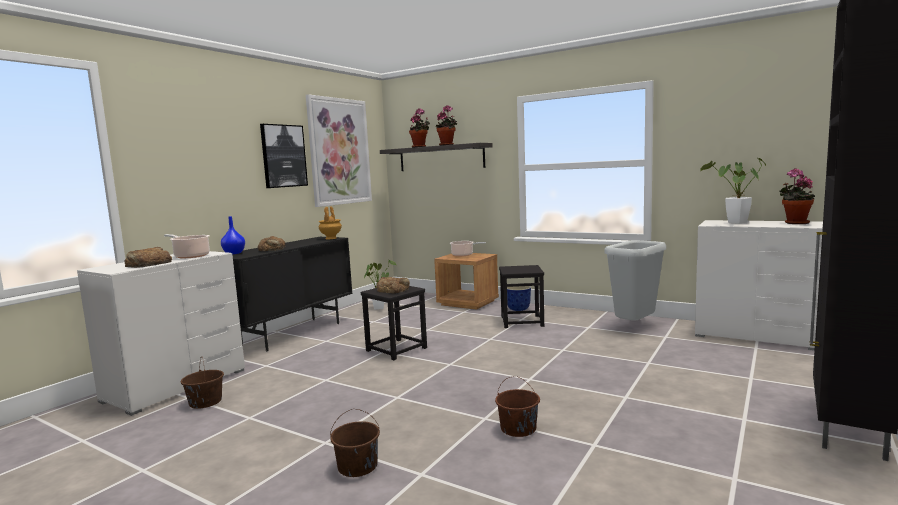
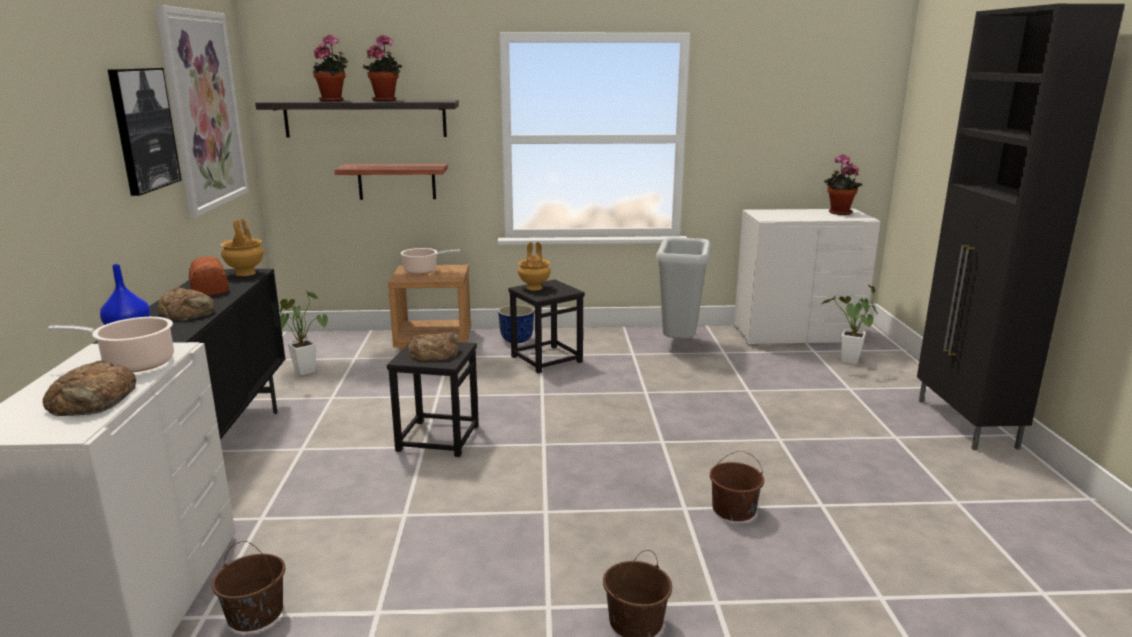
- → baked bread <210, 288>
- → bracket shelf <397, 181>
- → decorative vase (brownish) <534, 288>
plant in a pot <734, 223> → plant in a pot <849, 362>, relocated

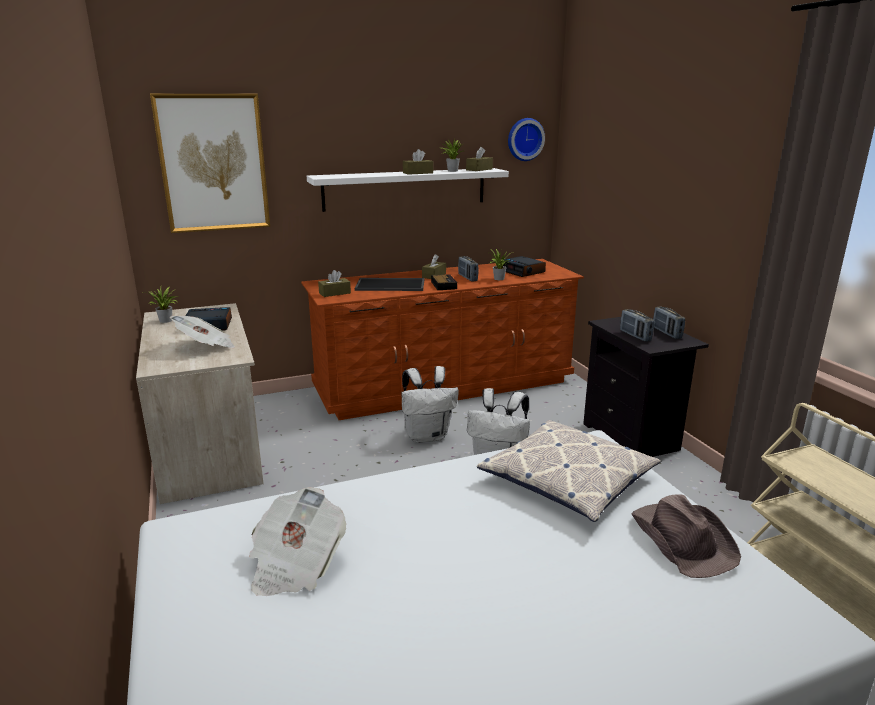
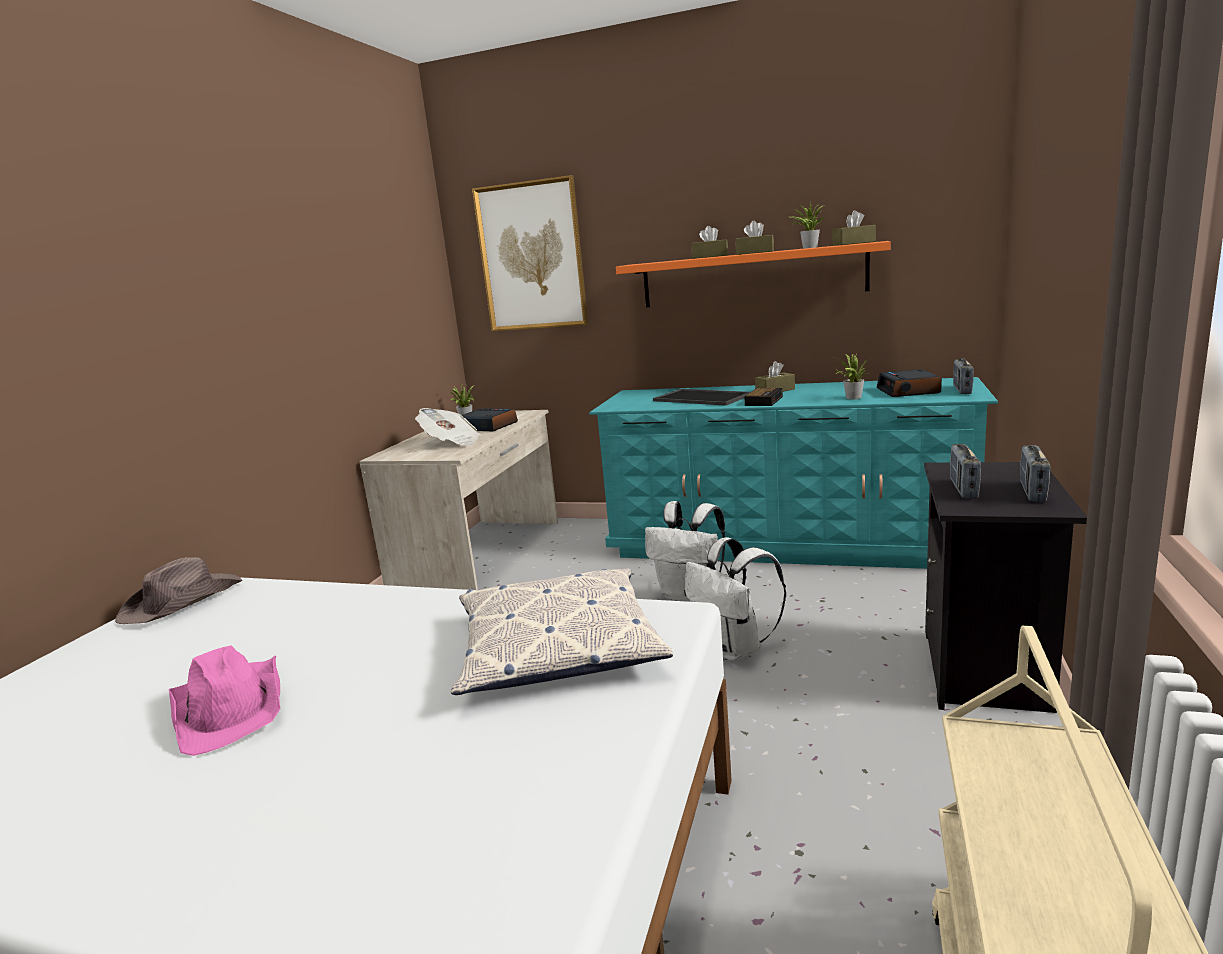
daily paper <295, 564> → -
clock on the wall <524, 139> → -
- → wearable hat (pink) <231, 706>
tissue holder (brownish) <334, 293> → tissue holder (brownish) <710, 257>, relocated
radio <467, 278> → radio <962, 390>, relocated
wearable hat (brownish) <682, 539> → wearable hat (brownish) <183, 601>, relocated
dresser (brownish) <444, 385> → dresser (blue-green) <786, 543>
bracket shelf (whitish) <405, 189> → bracket shelf (orange-coloured) <751, 276>

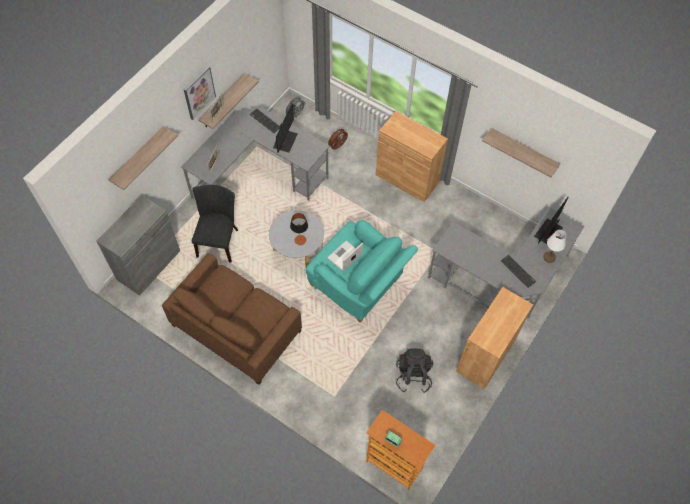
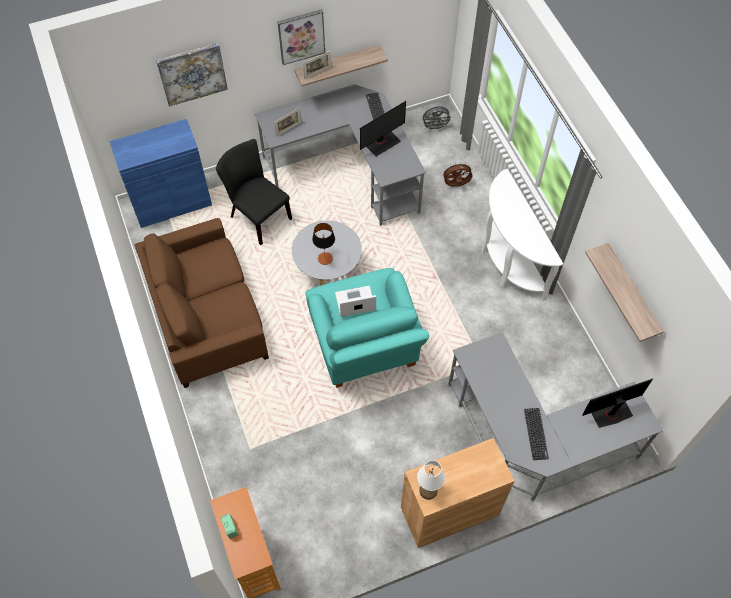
knapsack (blackish) <413, 375> → -
lamp for a table (whitish) <549, 257> → lamp for a table (whitish) <428, 490>, relocated
bracket shelf <138, 158> → wall art <192, 74>
cabinet (brownish) <407, 178> → narrow table (whitish) <508, 261>
cabinet (grey) <148, 265> → cabinet (blue-coloured) <172, 202>
upright chair (blackish) <219, 240> → upright chair (blackish) <257, 216>, 90 degrees counterclockwise

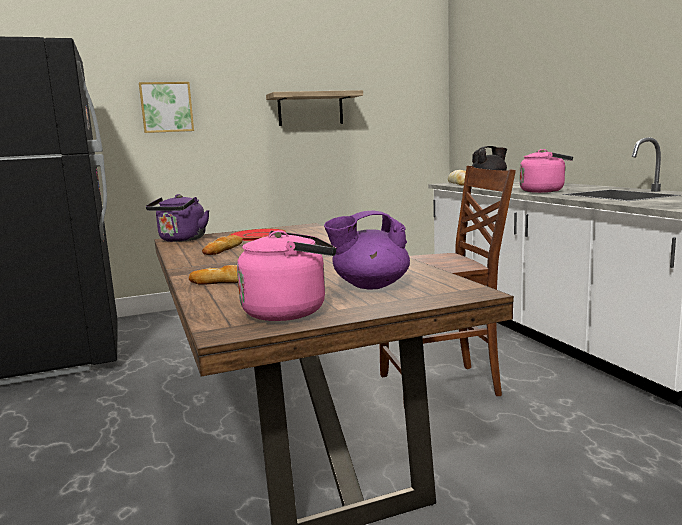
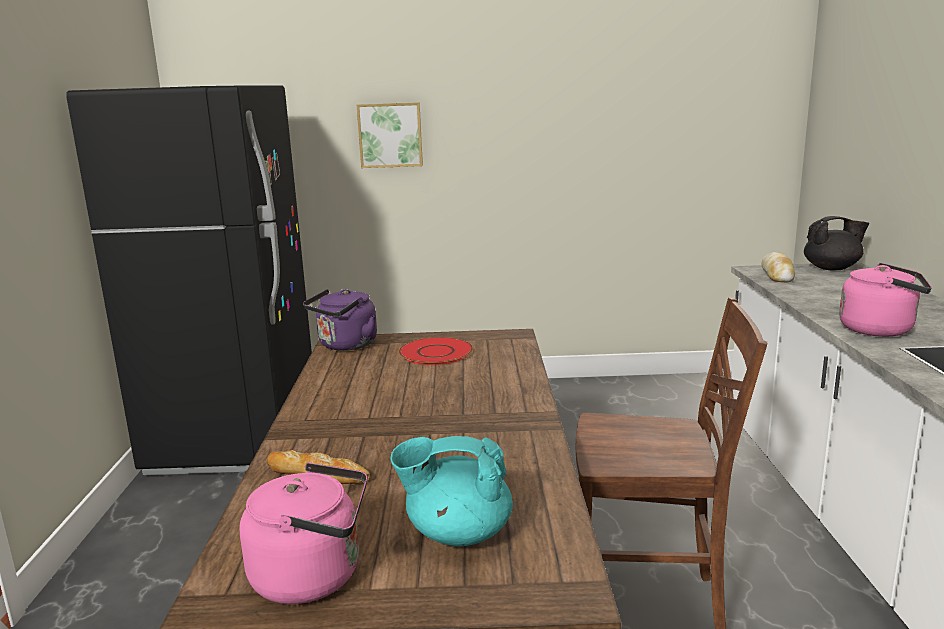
baked bread <224, 249> → -
bracket shelf <310, 109> → -
pot for tea (purplish) <370, 286> → pot for tea (blue-green) <457, 533>

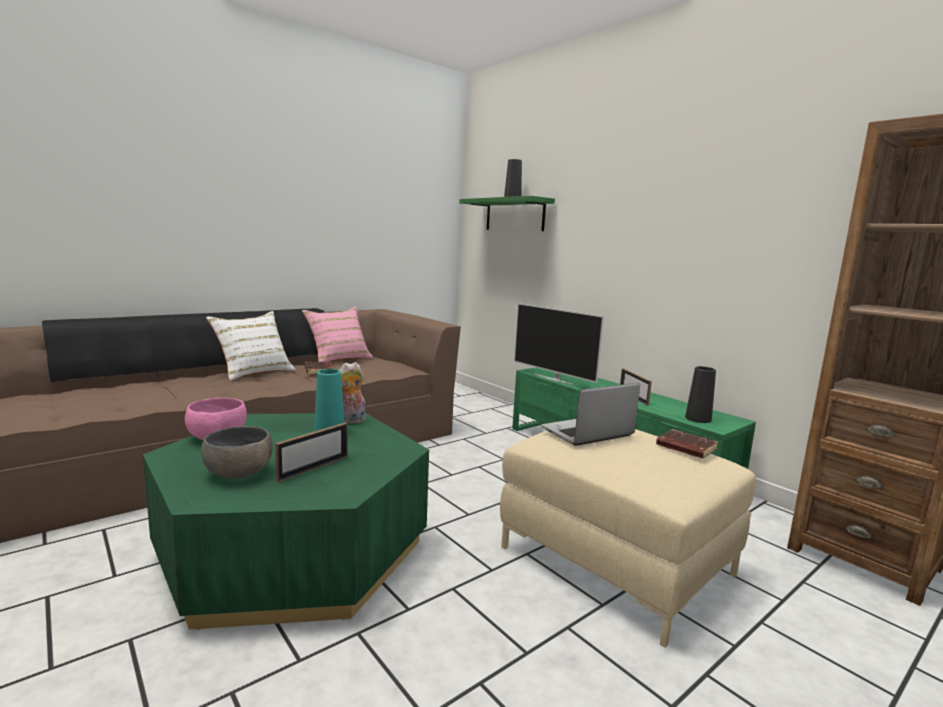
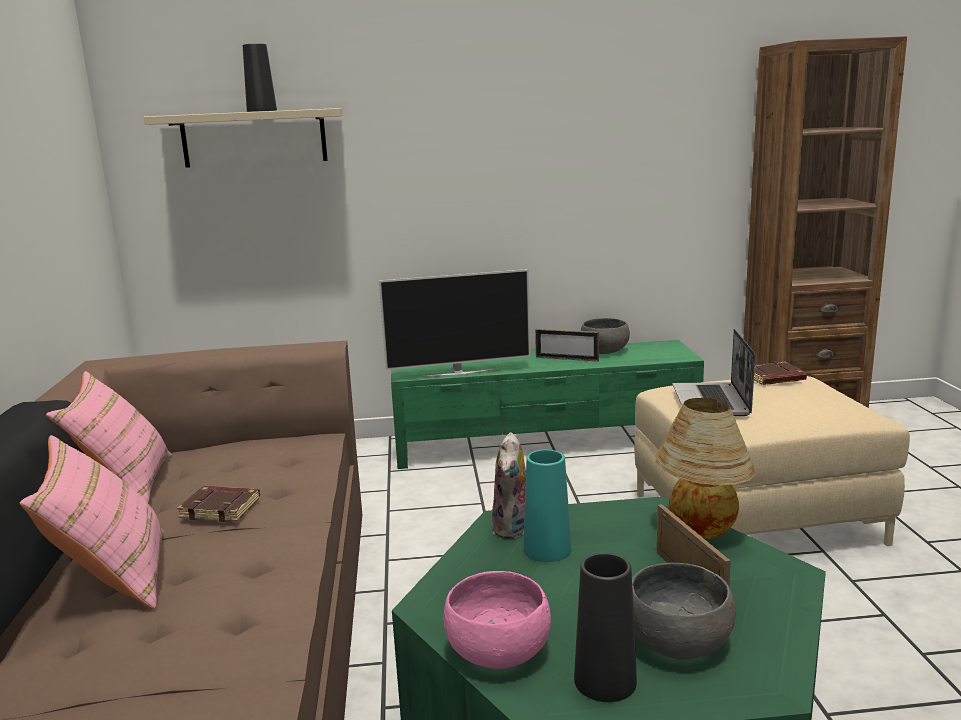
- → deep dish (grey) <605, 351>
- → lamp for a table <700, 533>
decorative vase (blackish) <698, 419> → decorative vase (blackish) <605, 681>, relocated
throw pillow (whitish) <254, 372> → throw pillow (pink) <113, 578>
bracket shelf (green) <514, 215> → bracket shelf (sand-coloured) <254, 138>

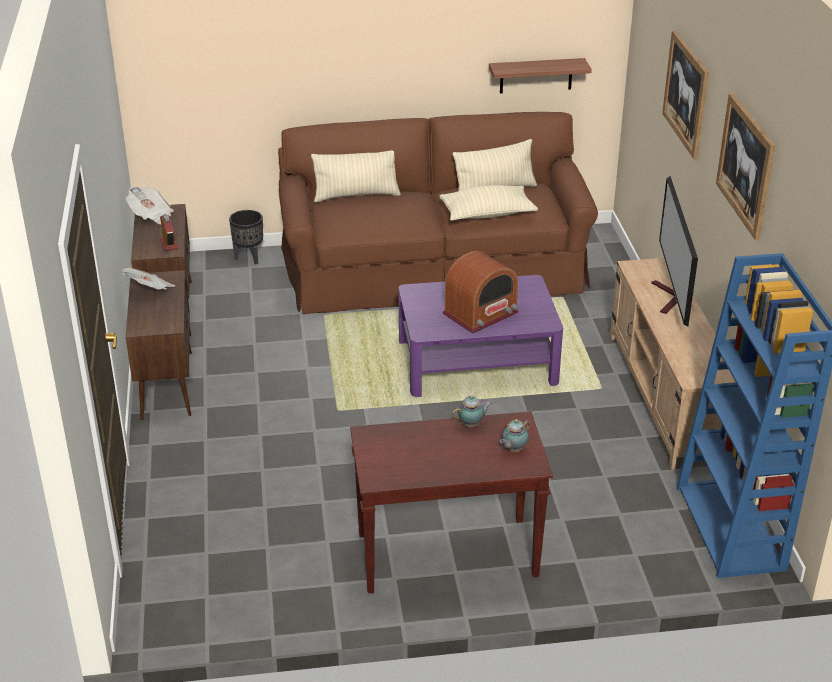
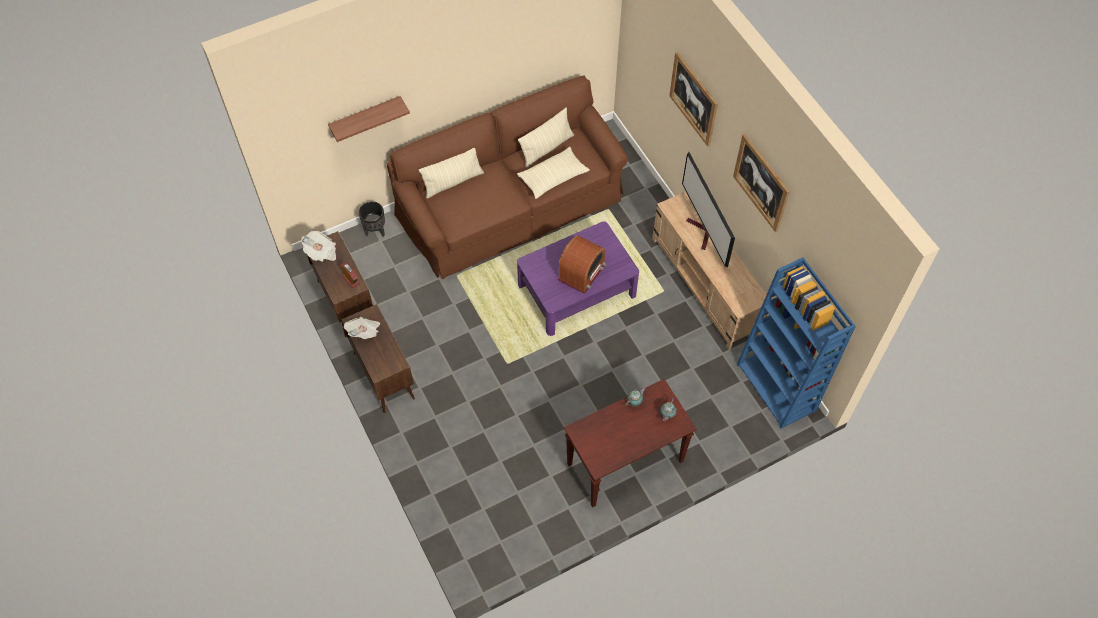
bracket shelf <536, 75> → bracket shelf <366, 118>, relocated

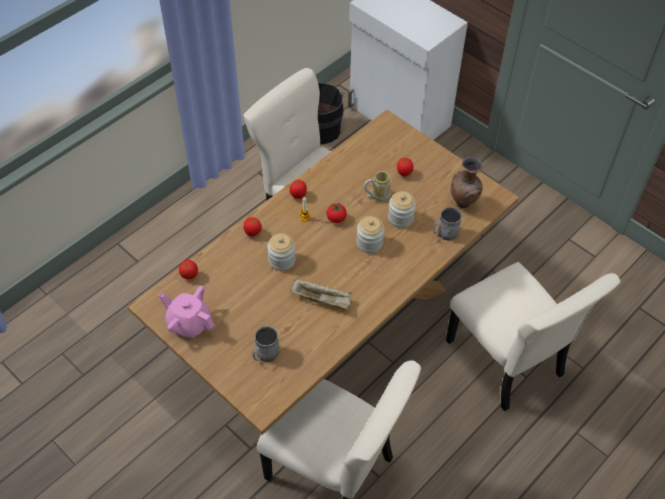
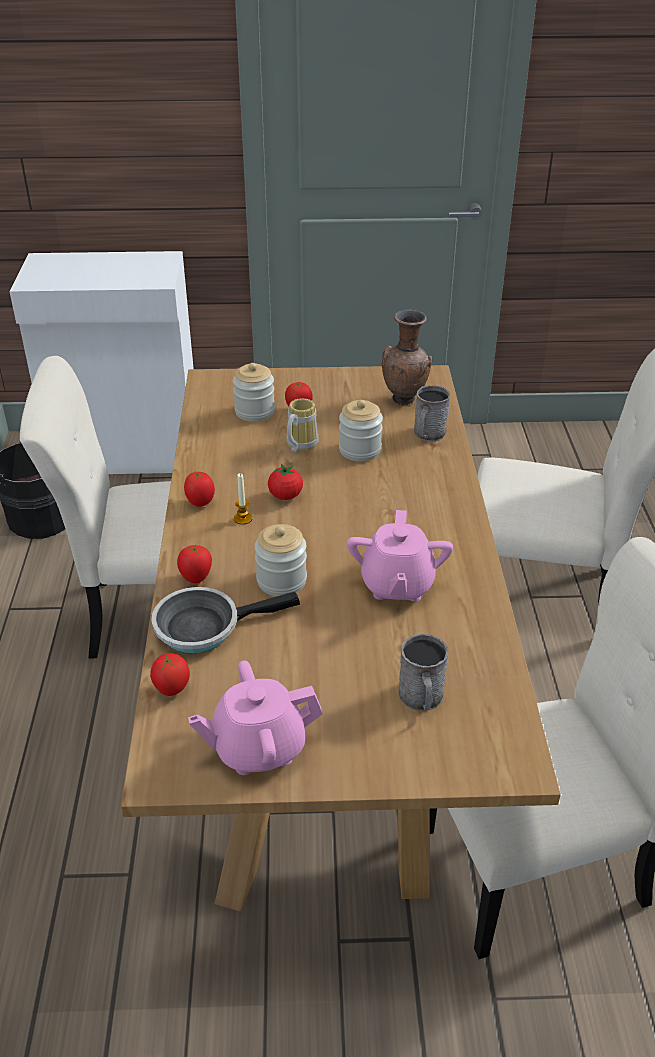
- → pan <204, 627>
storage jar <369, 243> → storage jar <255, 411>, relocated
carrying tray (sand-coloured) <322, 299> → pot for tea (pink) <397, 585>

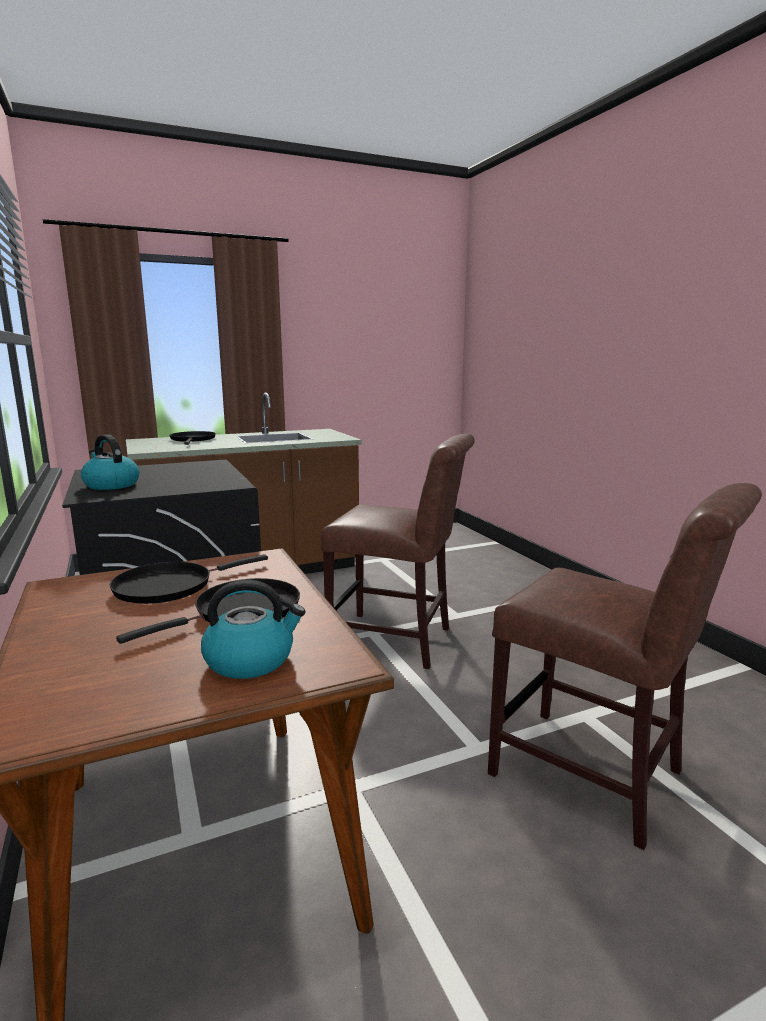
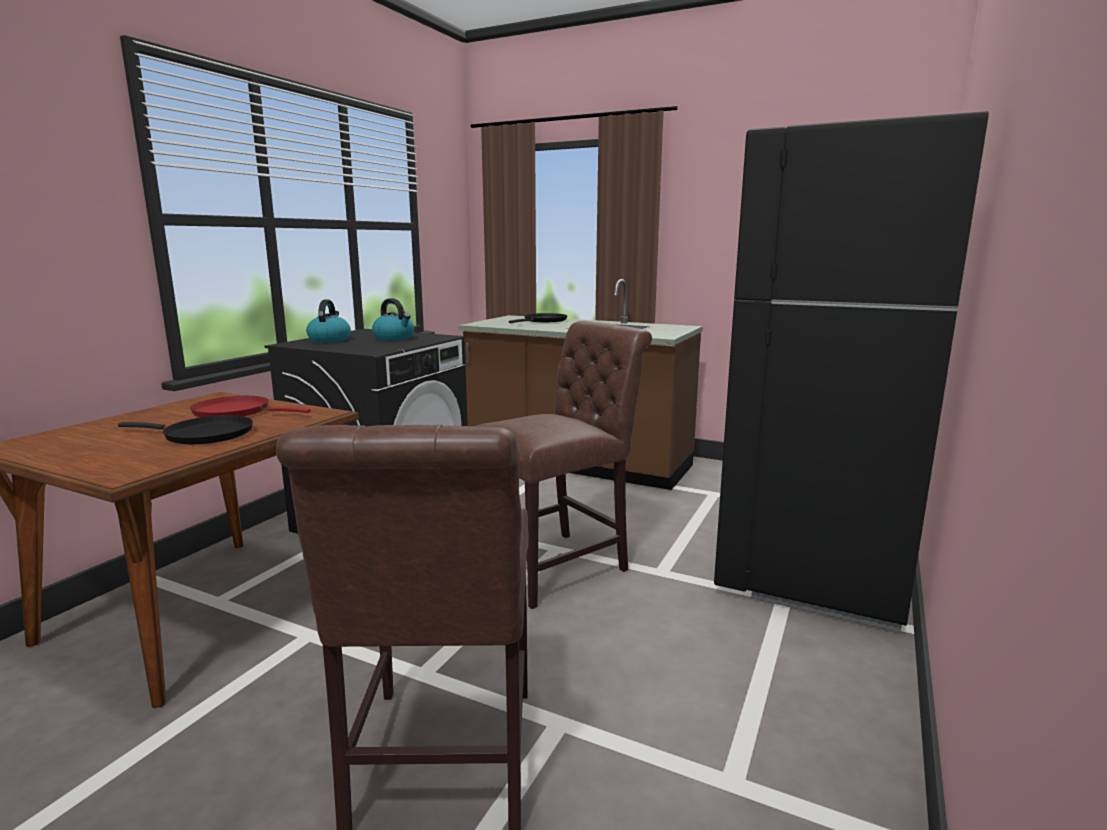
- → kitchen fridge (blackish) <813, 568>
water kettle <251, 660> → water kettle <394, 338>, relocated
pan (blackish) <169, 586> → pan (reddish) <237, 412>
upright chair (brownish) <397, 641> → upright chair (brownish) <559, 565>, 105 degrees counterclockwise

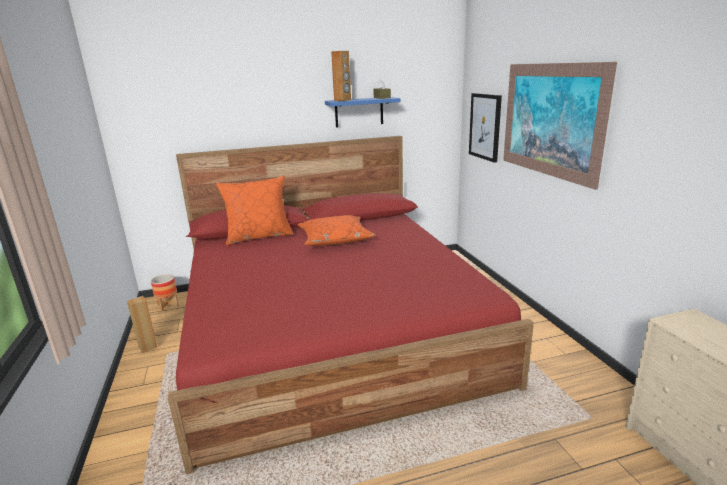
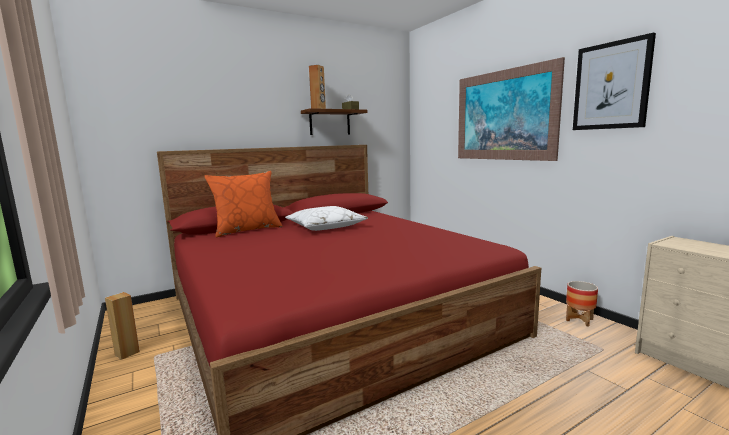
flower pot <168, 305> → flower pot <579, 320>, relocated
wall art <485, 126> → wall art <611, 86>, relocated
throw pillow (orange-coloured) <335, 239> → throw pillow (whitish) <325, 227>
bracket shelf (blue-coloured) <359, 112> → bracket shelf (brownish) <329, 122>

